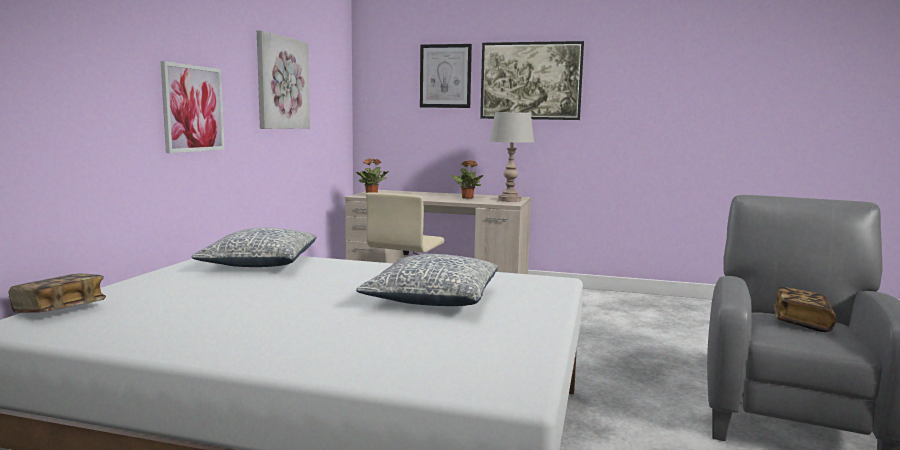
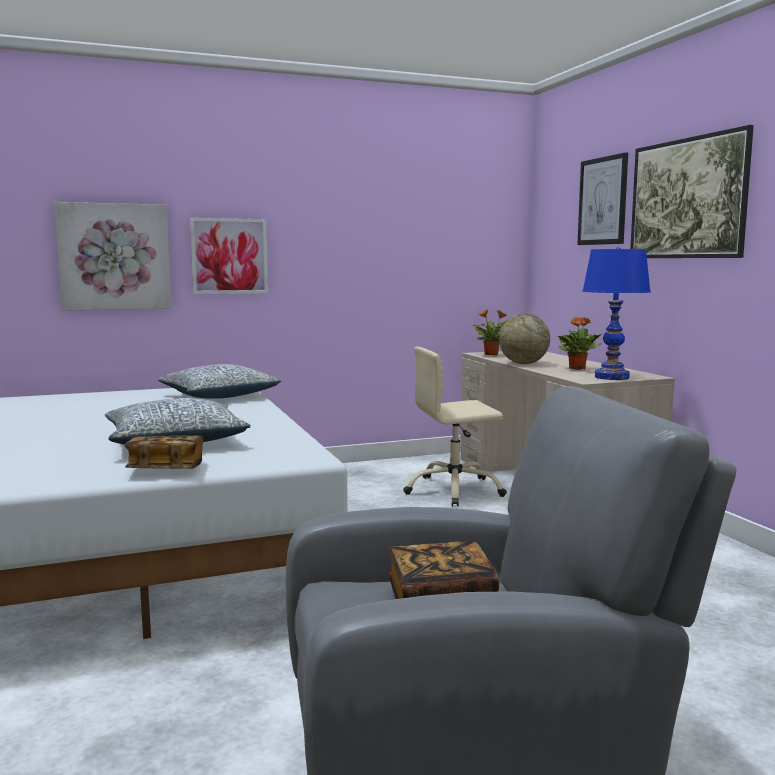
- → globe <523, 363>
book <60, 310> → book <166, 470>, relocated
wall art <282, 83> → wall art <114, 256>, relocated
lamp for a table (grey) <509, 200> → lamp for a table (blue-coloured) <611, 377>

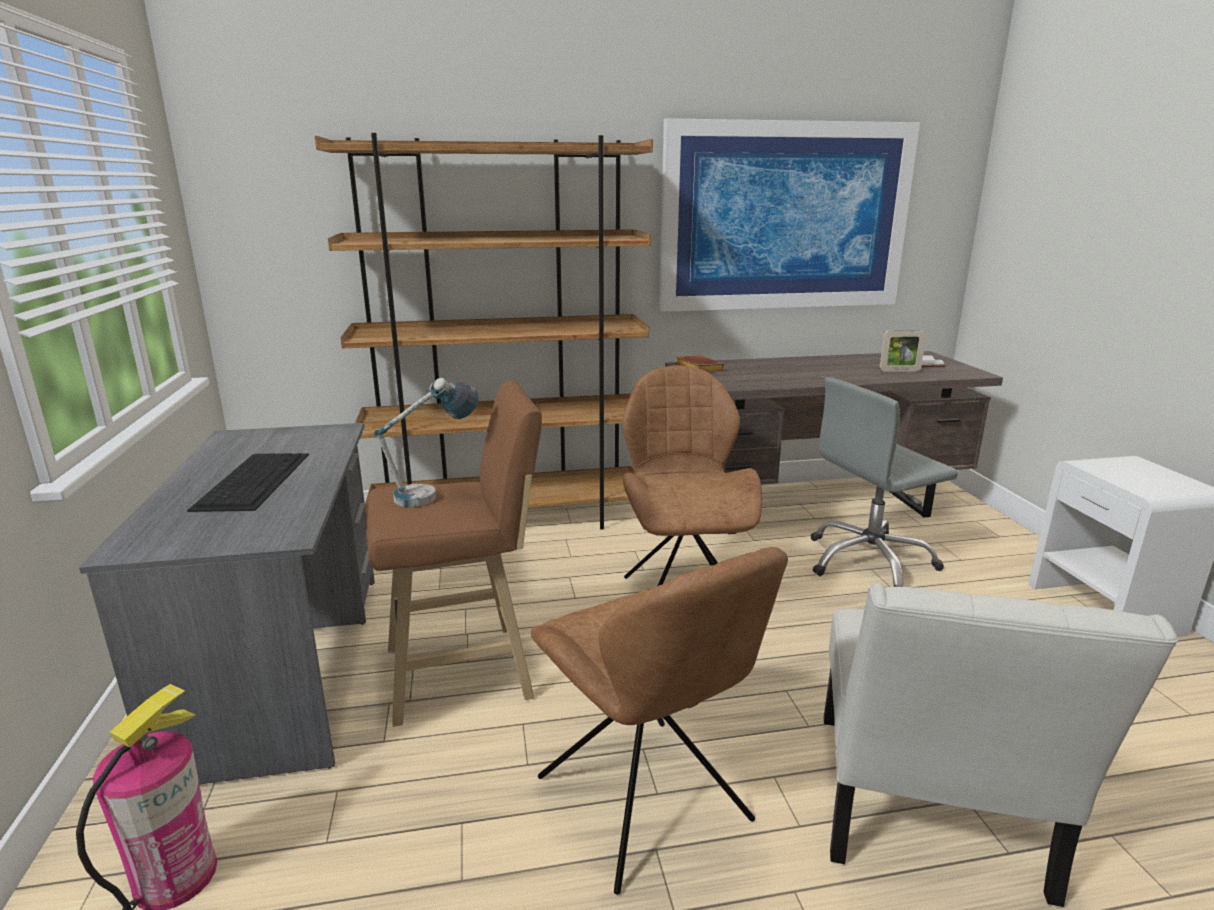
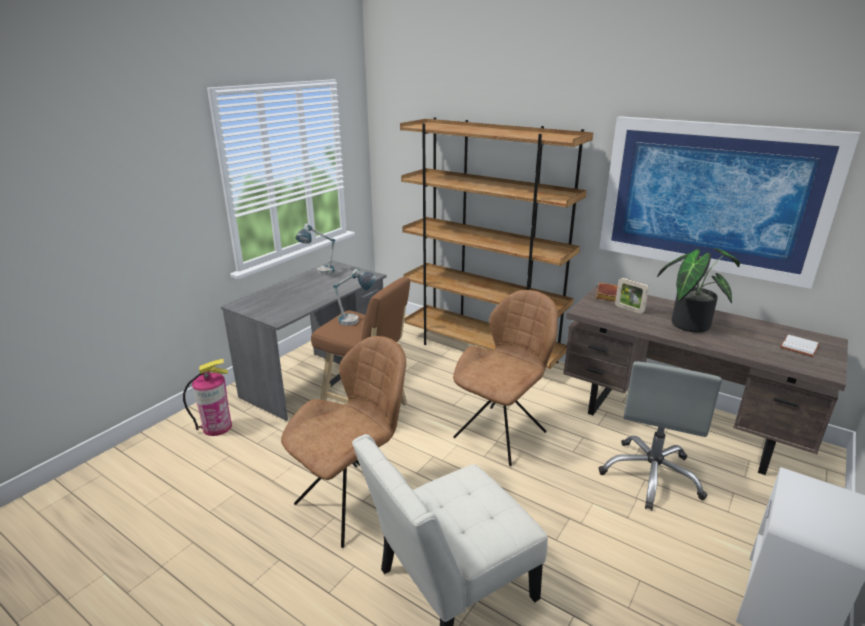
keyboard <253, 480> → -
- → lamp for a table <319, 273>
- → plant in a pot <688, 322>
photo frame <899, 370> → photo frame <629, 309>, relocated
upright chair (brownish) <647, 805> → upright chair (brownish) <353, 501>, 150 degrees counterclockwise
desk chair (grey) <870, 562> → desk chair (grey) <651, 475>, 90 degrees counterclockwise

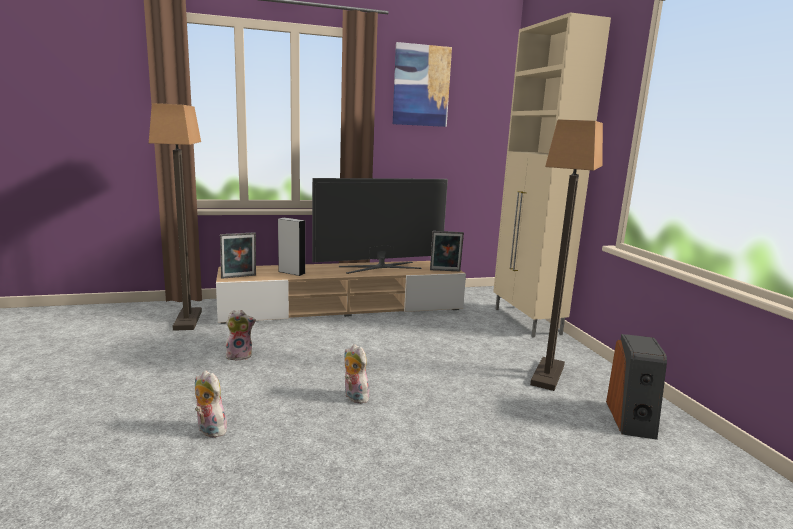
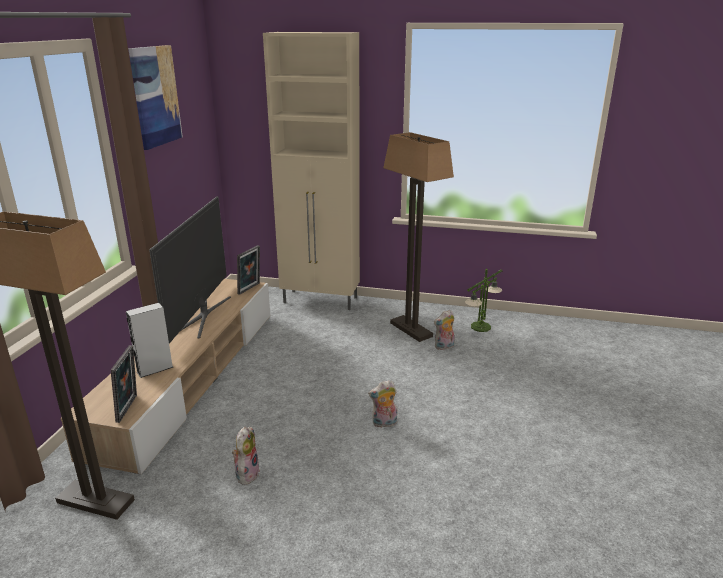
cuddly toy <209, 430> → cuddly toy <444, 347>, relocated
loudspeaker <632, 419> → lamp for a table <480, 327>

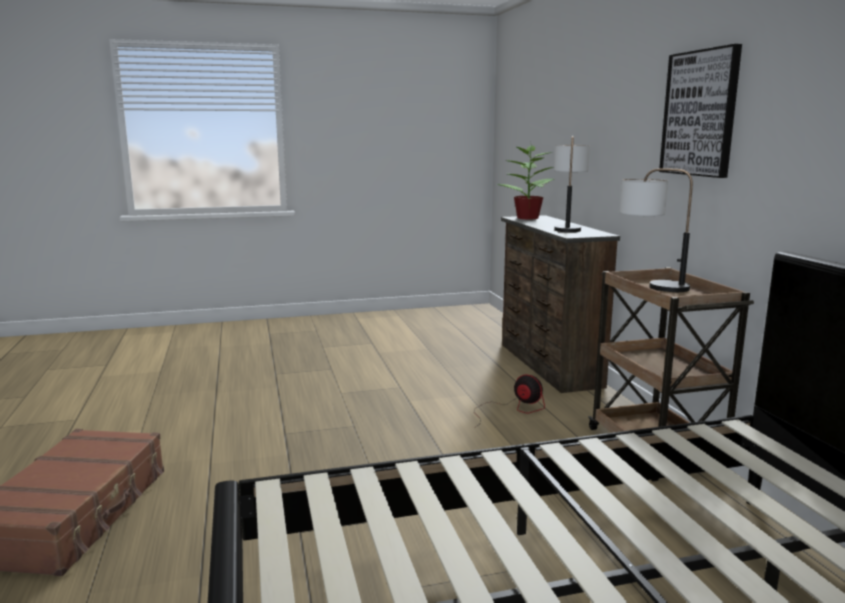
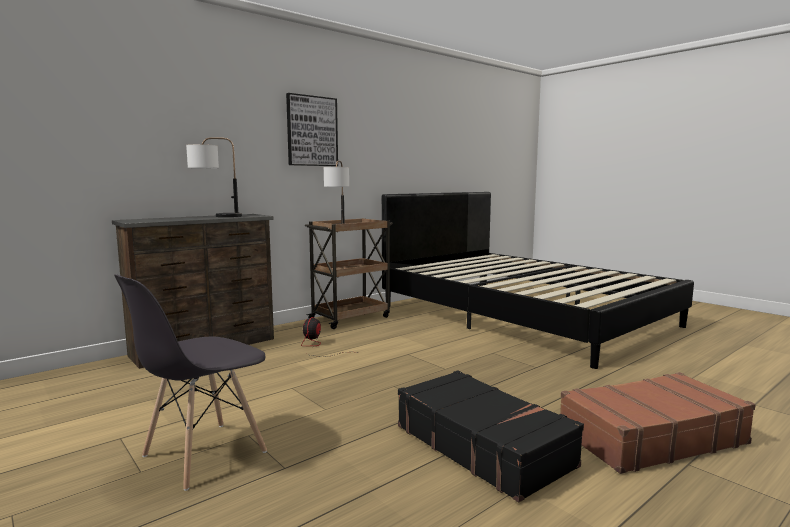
plant in a pot <527, 218> → -
- → upright chair (grey) <203, 455>
- → suitcase (blackish) <483, 445>

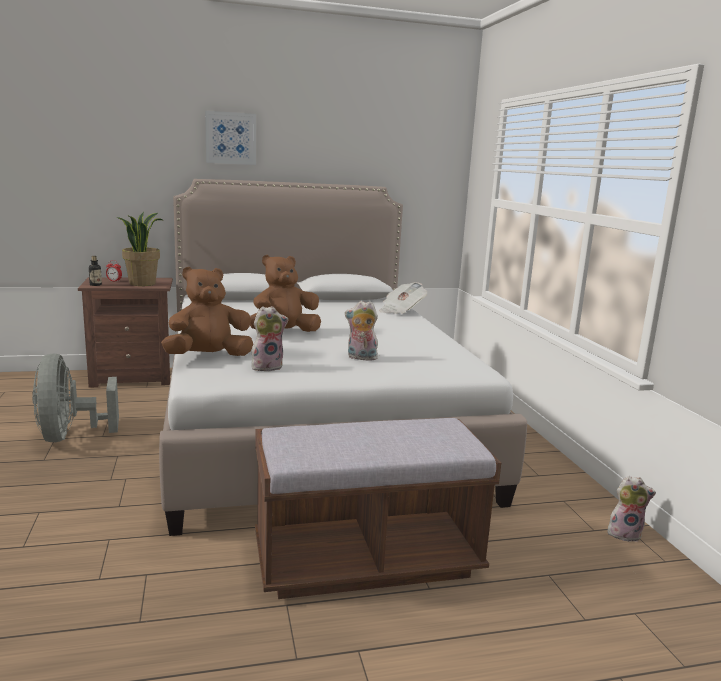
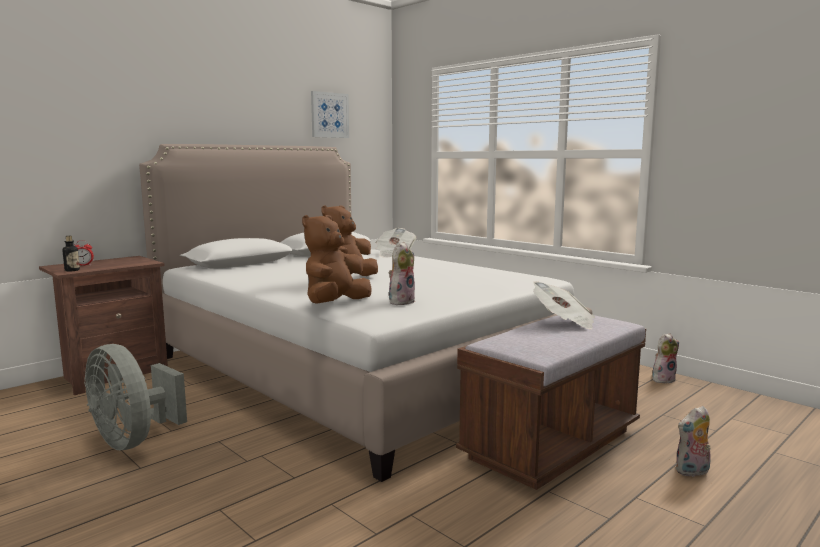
plant in a pot <142, 283> → -
- → daily paper <564, 322>
wall art <230, 138> → wall art <329, 115>, relocated
cuddly toy <361, 358> → cuddly toy <692, 472>, relocated

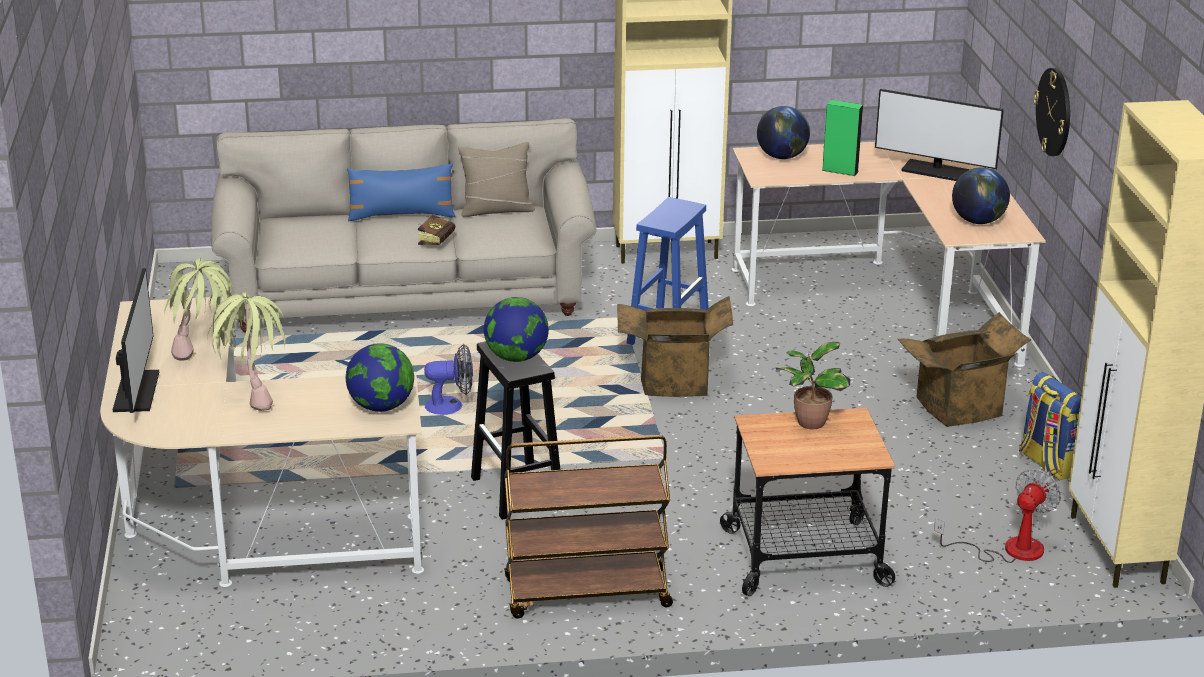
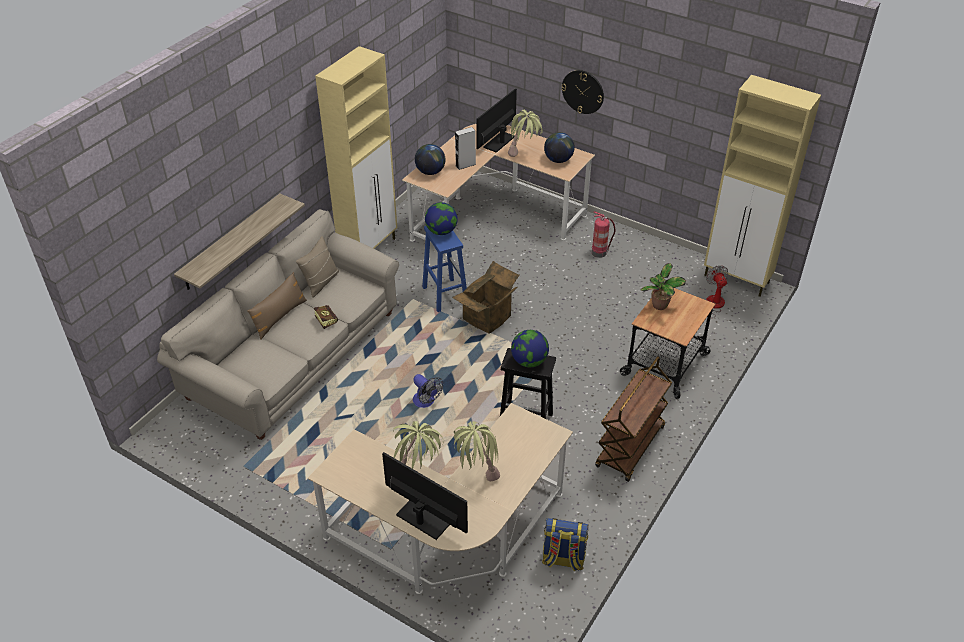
- → bracket shelf <231, 242>
- → plant in a pot <524, 156>
globe <381, 407> → globe <441, 231>, relocated
knapsack <1048, 463> → knapsack <563, 559>, relocated
cardboard box <959, 409> → fire extinguisher <599, 252>
throw pillow (blue-coloured) <401, 215> → throw pillow (brownish) <279, 317>
loudspeaker (green) <840, 170> → loudspeaker (grey) <465, 165>
electric fan <451, 406> → electric fan <426, 402>, 105 degrees clockwise
computer screen <935, 171> → computer screen <499, 142>, 150 degrees clockwise

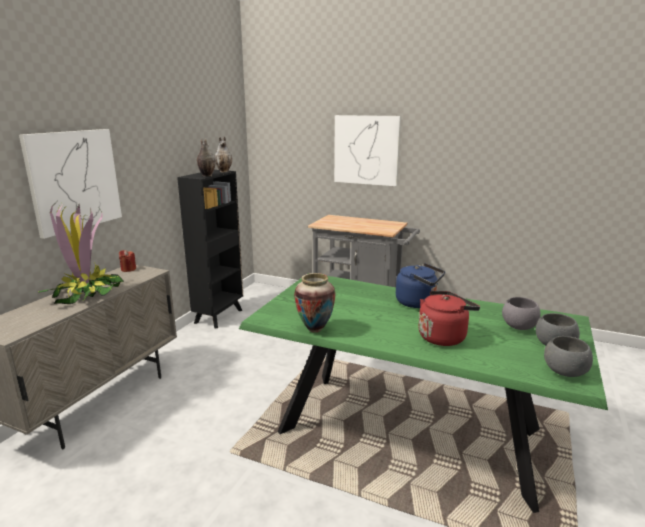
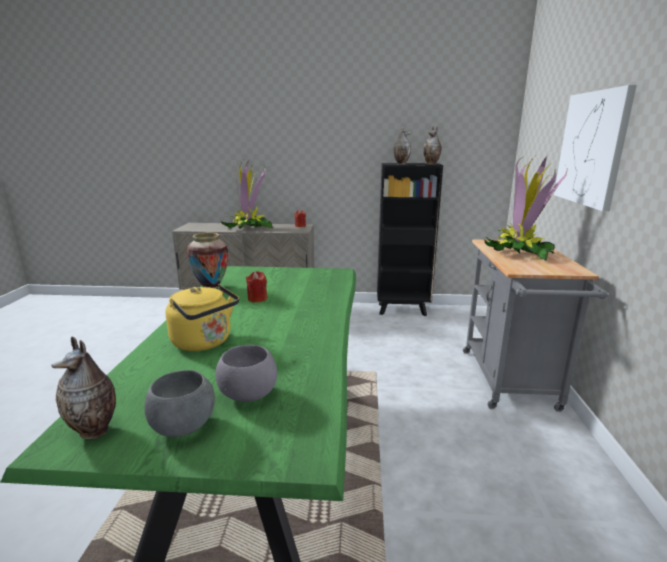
wall art <74, 180> → -
water kettle (blue-coloured) <418, 303> → -
- → wax light (reddish) <257, 299>
- → plant in a pot <518, 252>
deep dish (grey) <564, 372> → decorative vase <96, 431>
water kettle (reddish) <443, 336> → water kettle (yellowish) <205, 342>

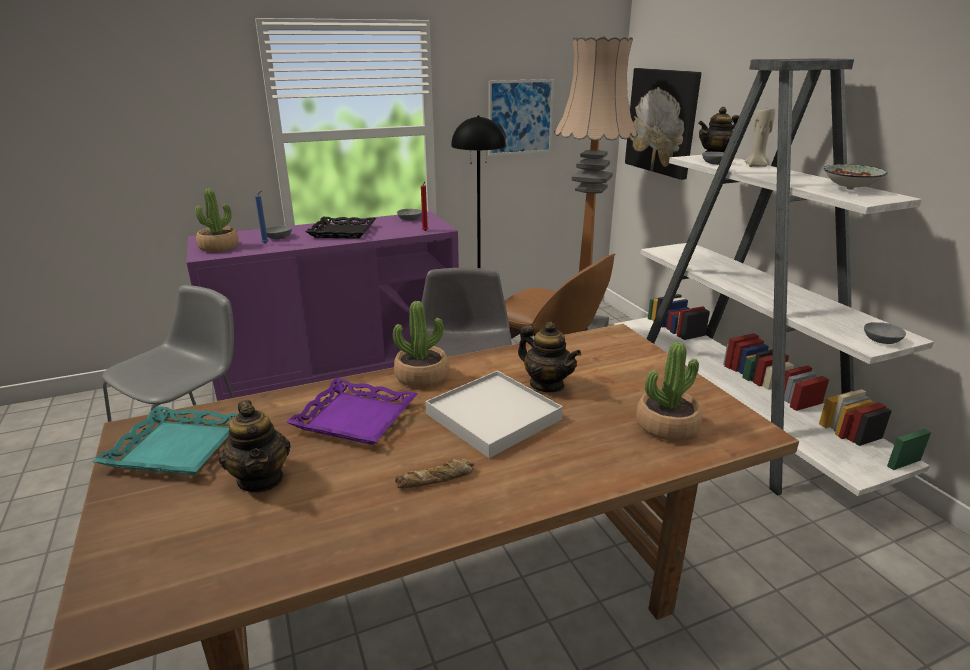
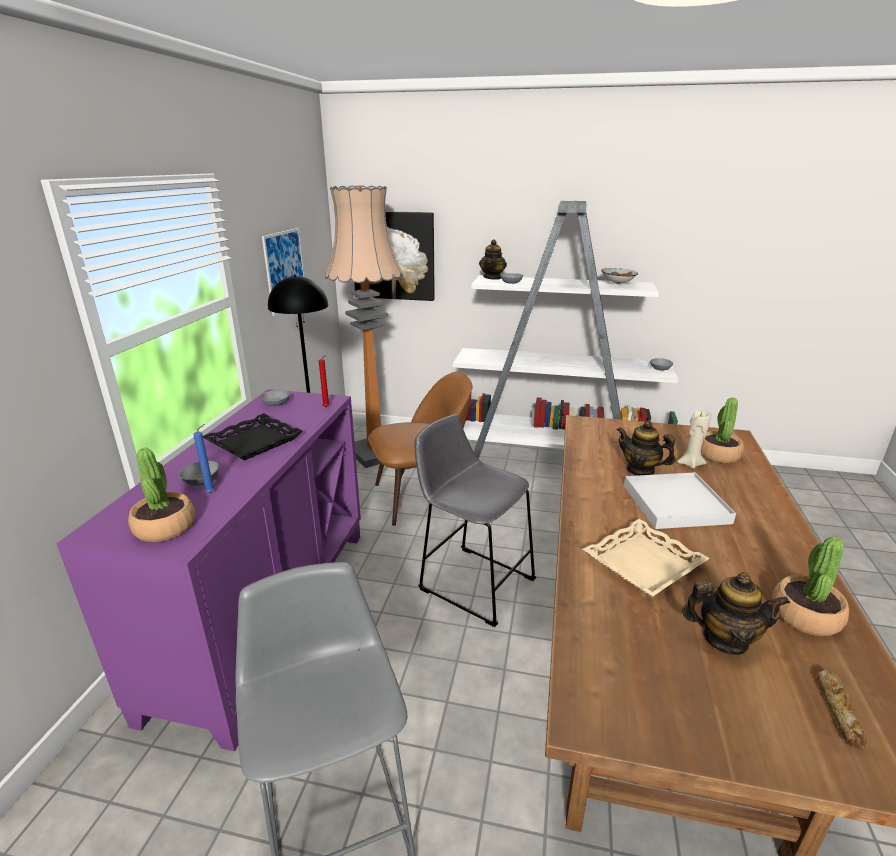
carrying tray (blue-green) <176, 448> → -
plant in a pot <422, 376> → plant in a pot <805, 615>, relocated
baked bread <436, 479> → baked bread <839, 711>, relocated
wax light (sand-coloured) <756, 166> → wax light (sand-coloured) <690, 464>, relocated
carrying tray (purplish) <354, 418> → carrying tray (sand-coloured) <644, 564>
pot for tea <547, 384> → pot for tea <640, 470>, 135 degrees counterclockwise

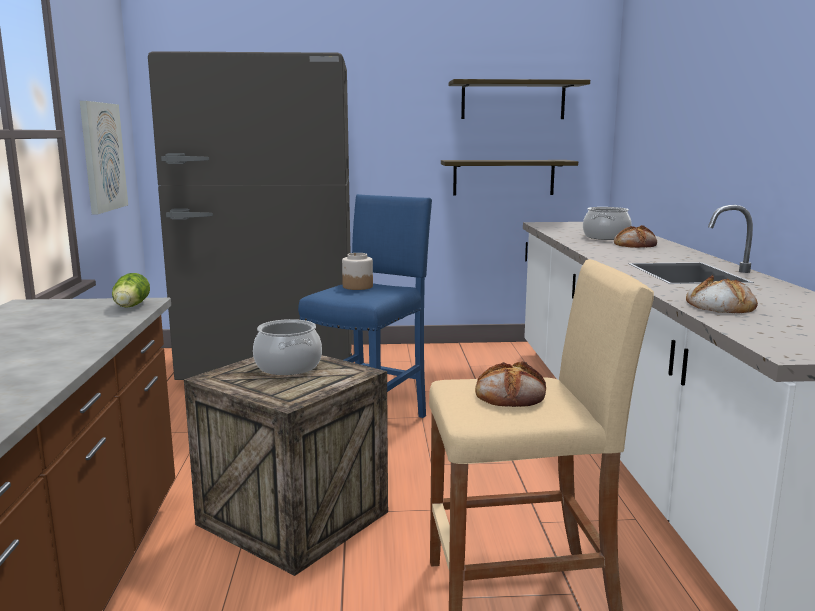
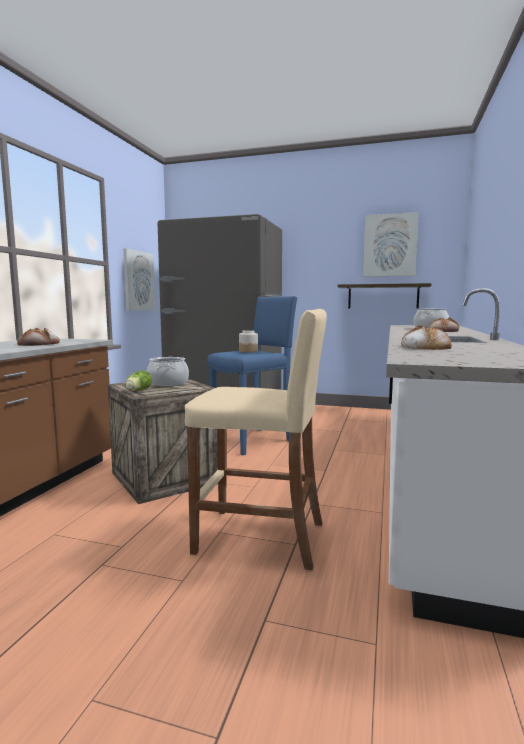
lettuce <130, 306> → lettuce <137, 391>, relocated
baked bread <511, 393> → baked bread <39, 344>, relocated
bracket shelf <513, 100> → wall art <390, 245>

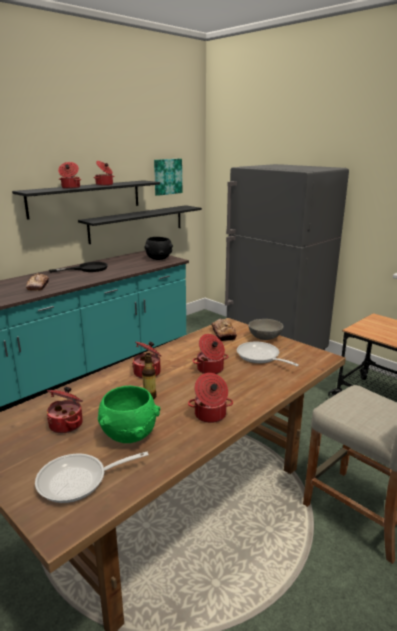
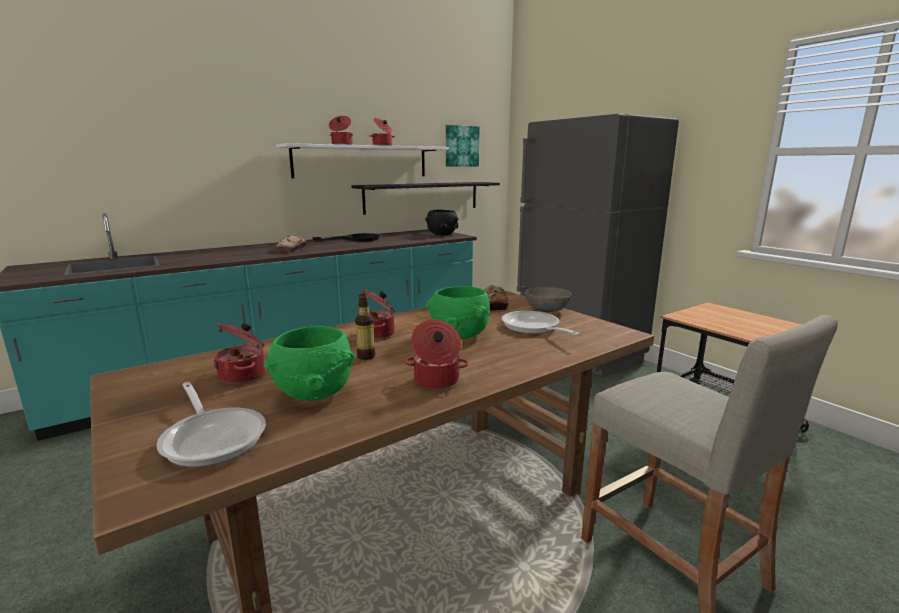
saucepot <210, 369> → deep dish (green) <460, 335>
bracket shelf (blackish) <86, 198> → bracket shelf (whitish) <362, 161>
pan <78, 481> → pan <213, 437>, 120 degrees counterclockwise

